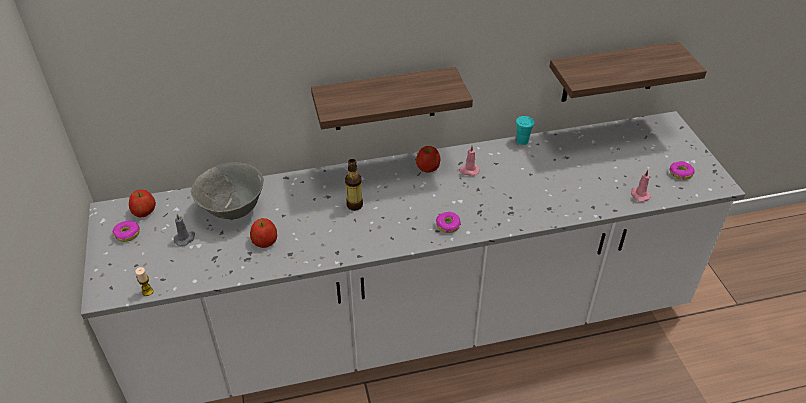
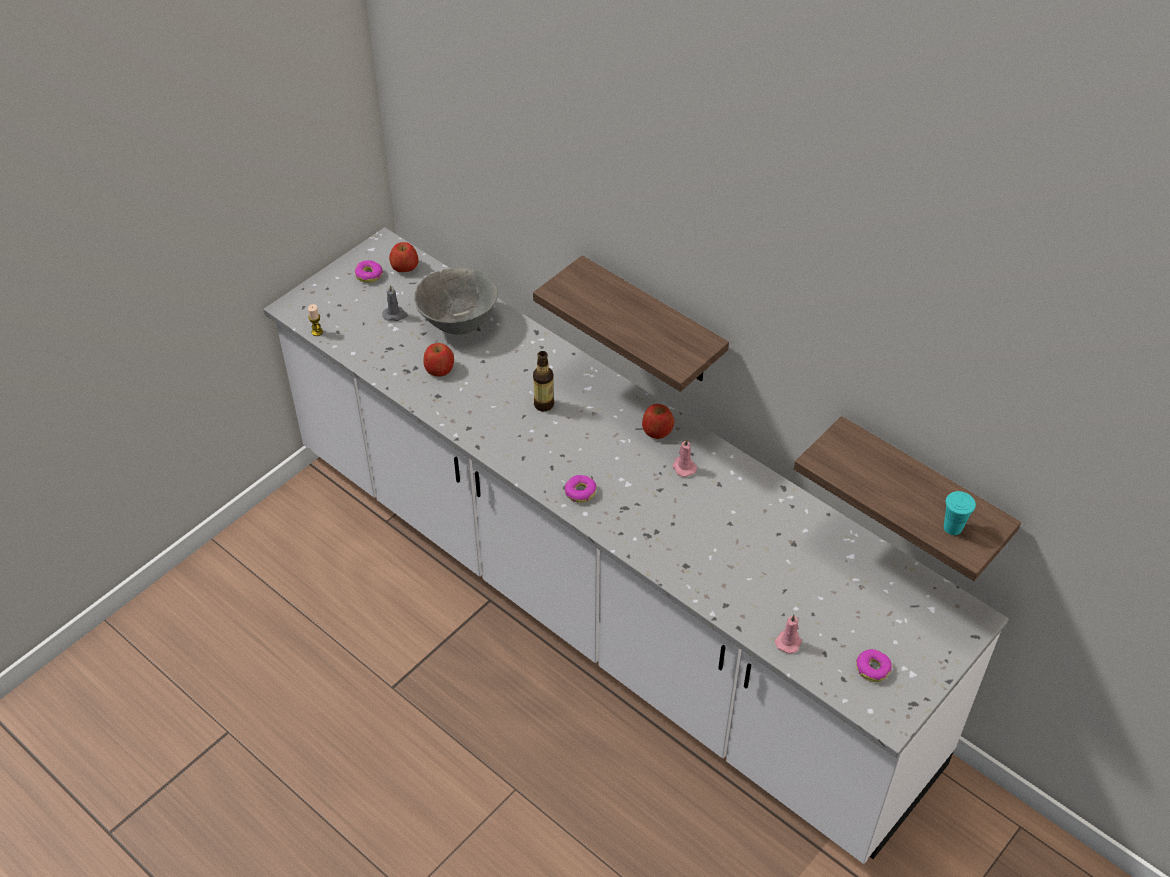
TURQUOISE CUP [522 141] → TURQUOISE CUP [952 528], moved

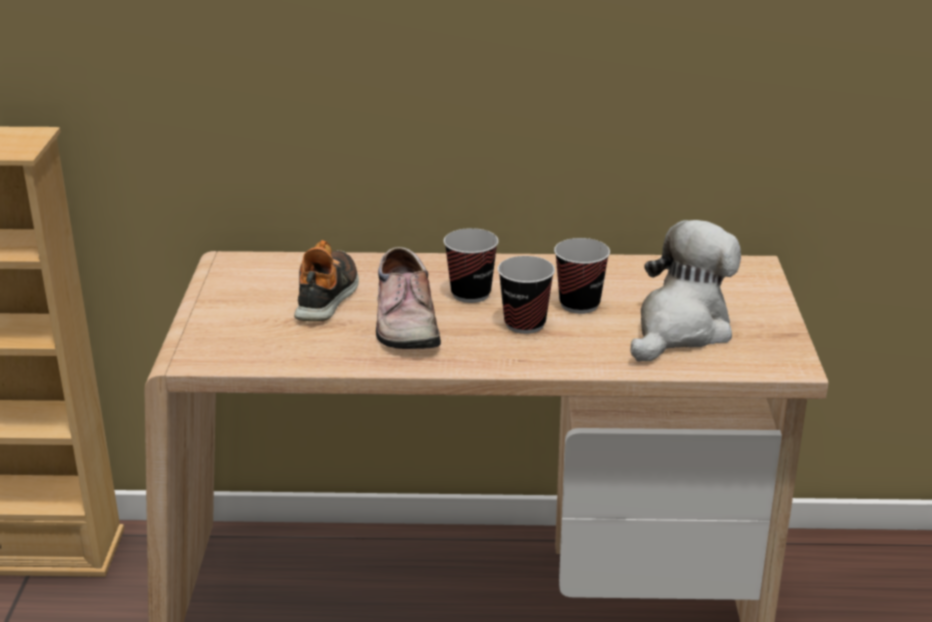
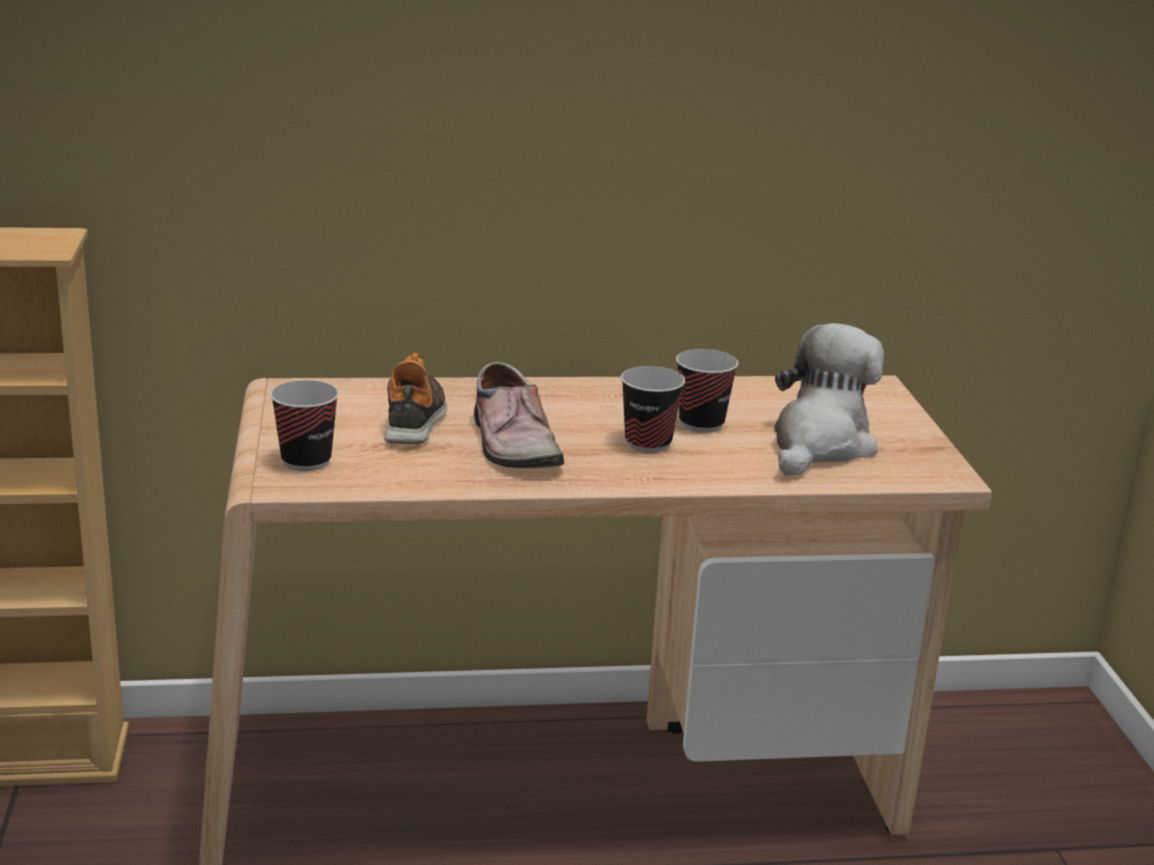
CUP [471 294] → CUP [306 461], moved

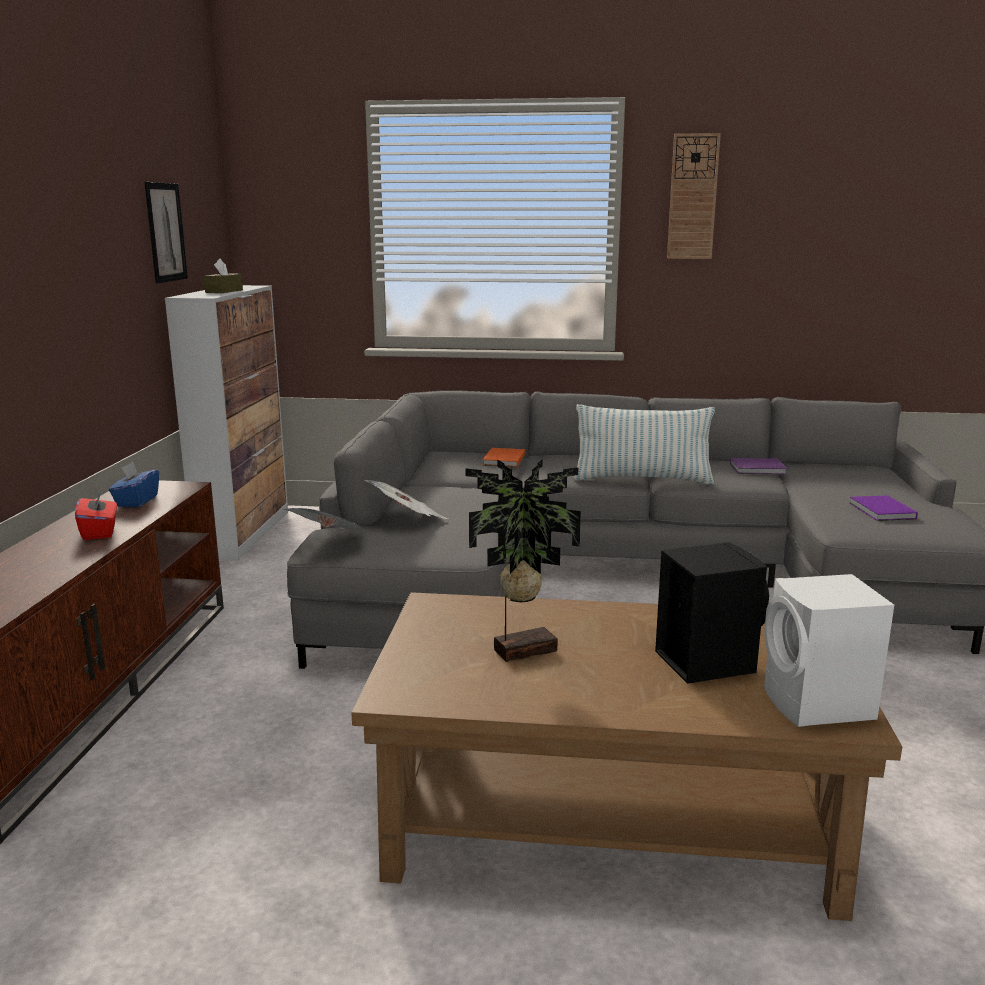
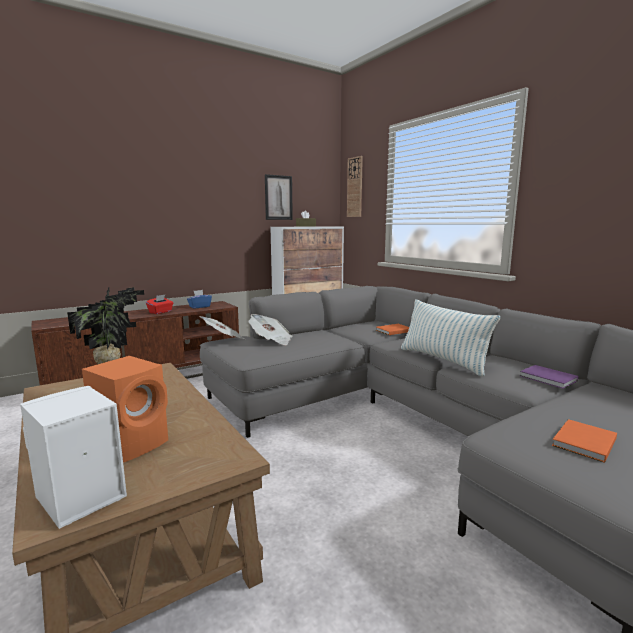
BLACK SPEAKER [704 661] → ORANGE SPEAKER [133 442]
WALL CLOCK [692 197] → WALL CLOCK [355 187], moved
PURPLE BOOK [882 511] → ORANGE BOOK [582 443]

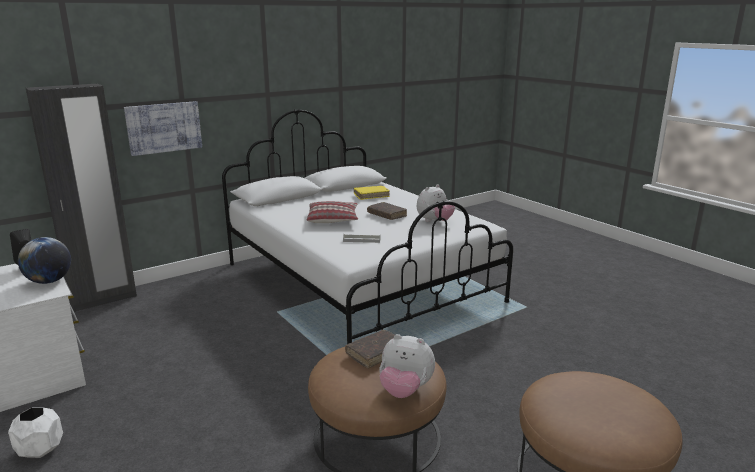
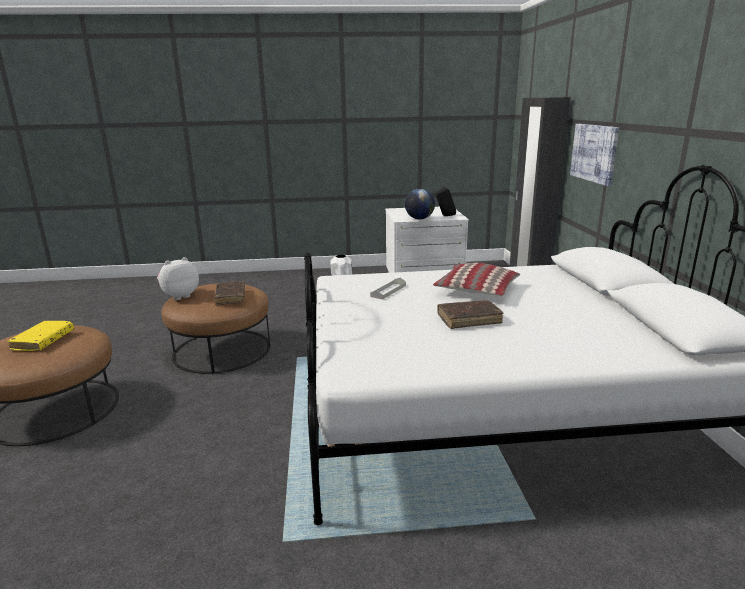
YELLOW BOOK [371 196] → YELLOW BOOK [43 341], moved
PLUSH TOY [434 221] → -

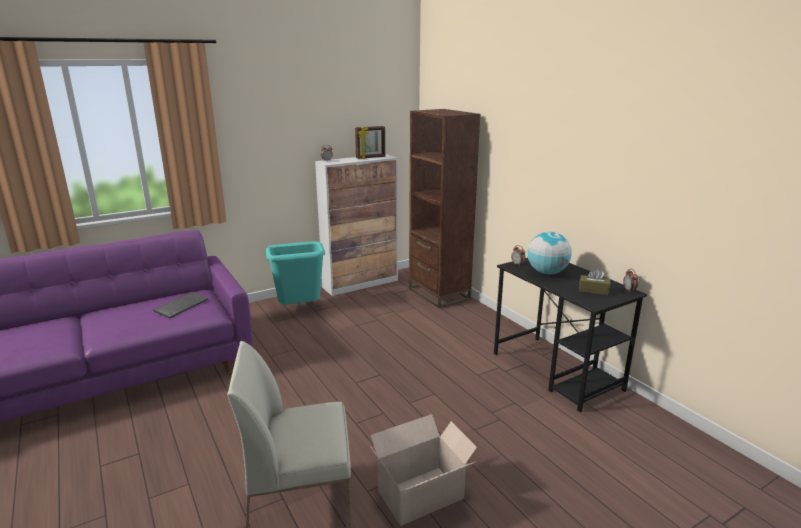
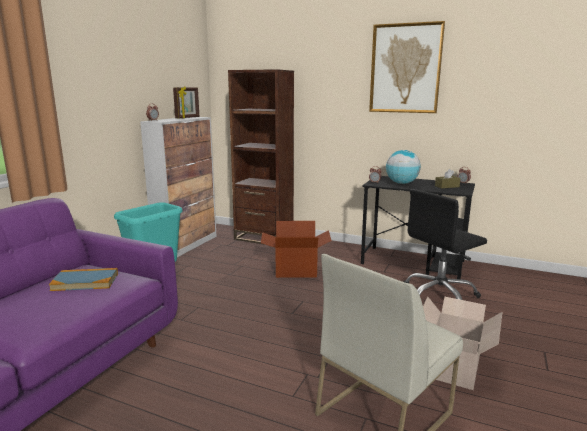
KEYBOARD [181 305] → BOOK [85 282]
- → CARDBOARD BOX [295 271]
- → PICTURE [405 69]
- → BLACK OFFICE CHAIR [439 296]

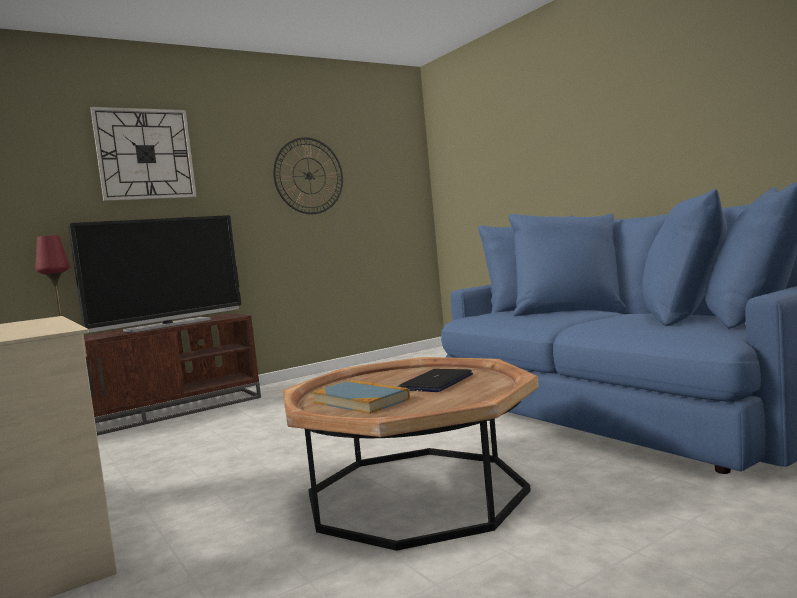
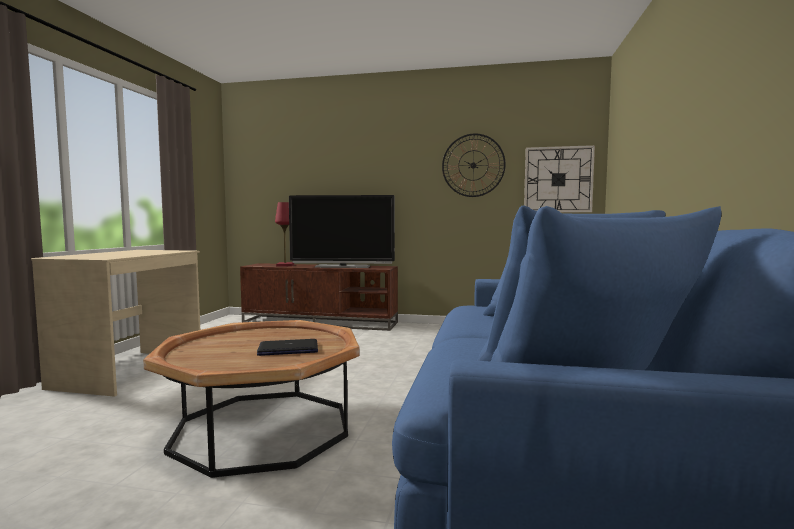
WALL CLOCK [145 154] → WALL CLOCK [558 179], moved
BOOK [361 401] → -

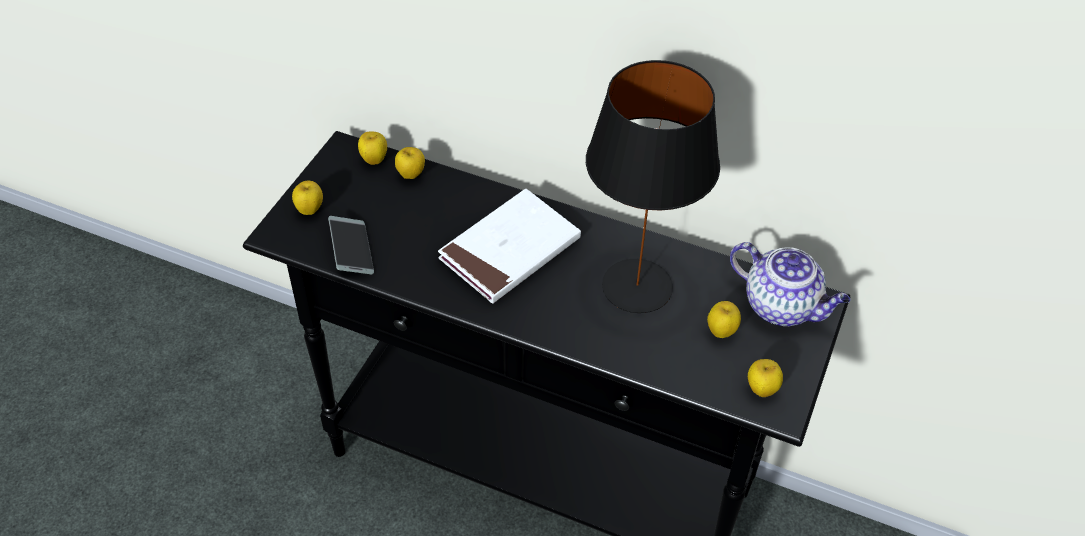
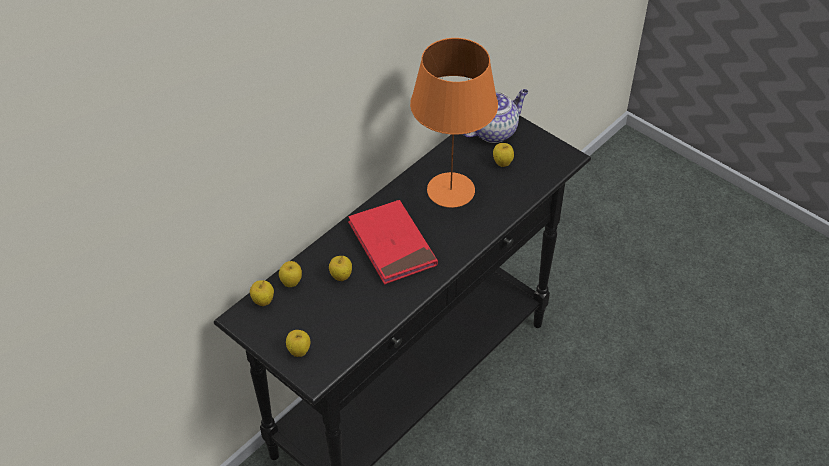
APPLE [761 389] → APPLE [341 277], moved
WHITE BOOK [510 250] → RED BOOK [392 245]
BLACK TABLE LAMP [638 286] → ORANGE TABLE LAMP [451 189]
PHONE [351 250] → -

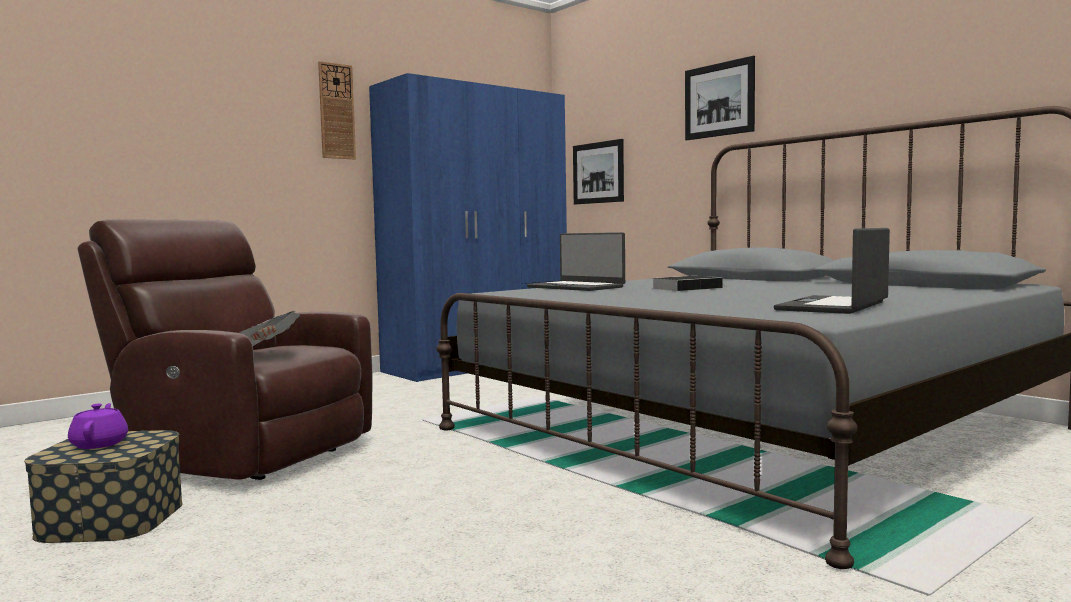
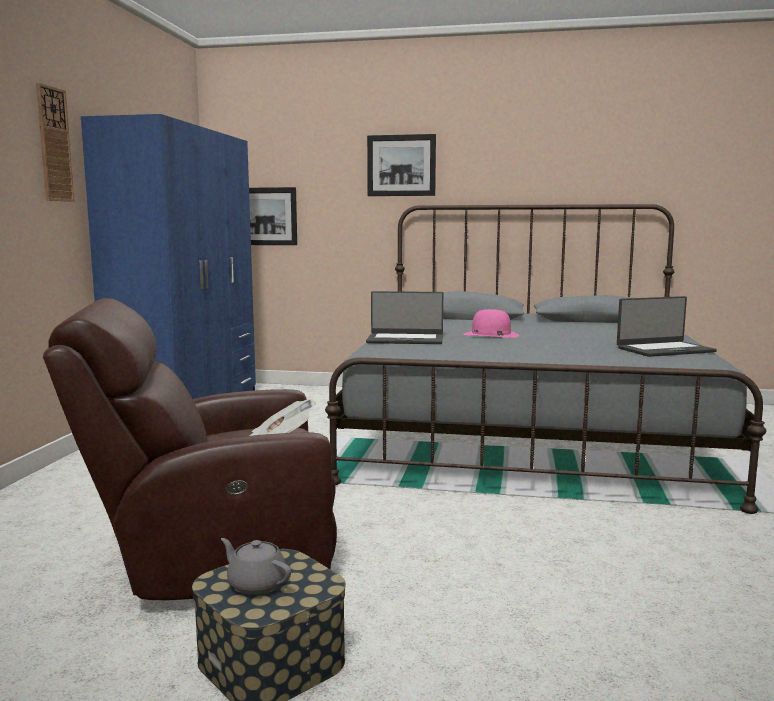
PURPLE TEAPOT [100 444] → GREY TEAPOT [256 584]
BOOK [687 288] → PINK HAT [490 334]
LAPTOP [834 306] → LAPTOP [664 350], 105 degrees counterclockwise

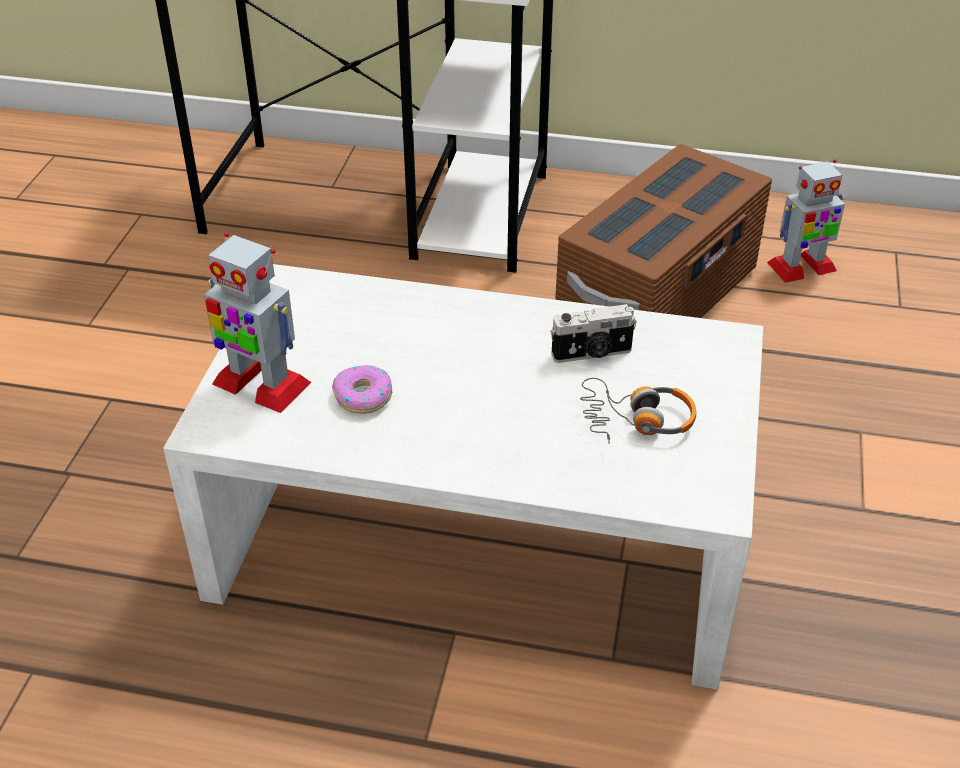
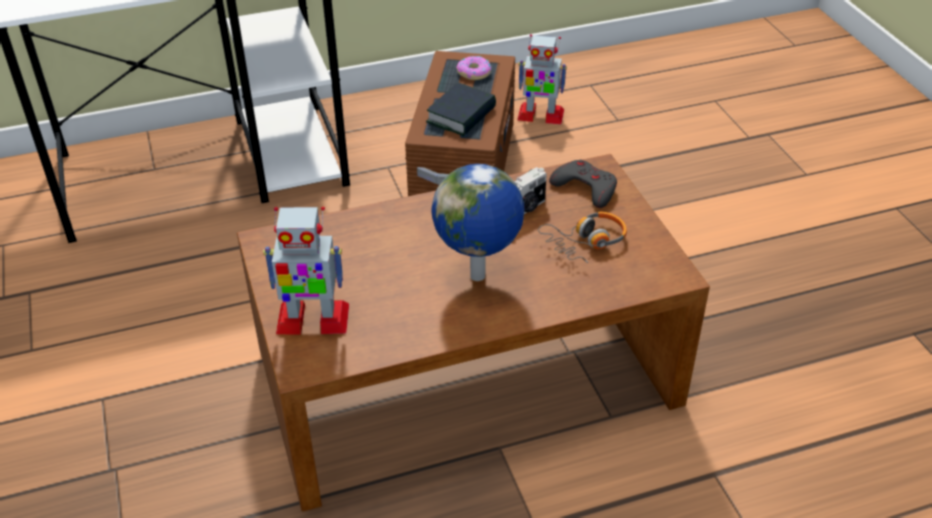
WHITE COFFEE TABLE [480 534] → BROWN COFFEE TABLE [466 375]
- → BOOK [461 115]
- → GLOBE [479 277]
DONUT [363 396] → DONUT [474 73], moved
TOY ROBOT [801 267] → TOY ROBOT [540 115], 60 degrees clockwise
- → GREY GAME CONTROLLER [585 188]

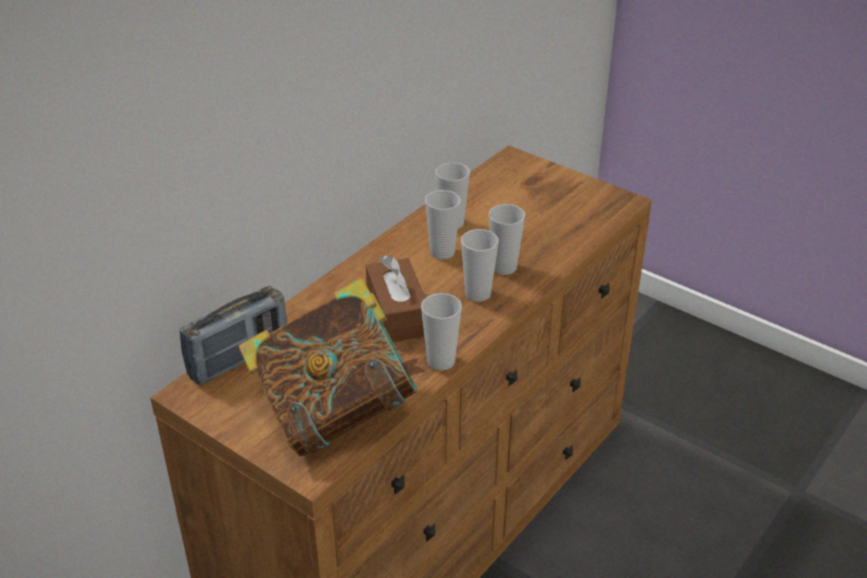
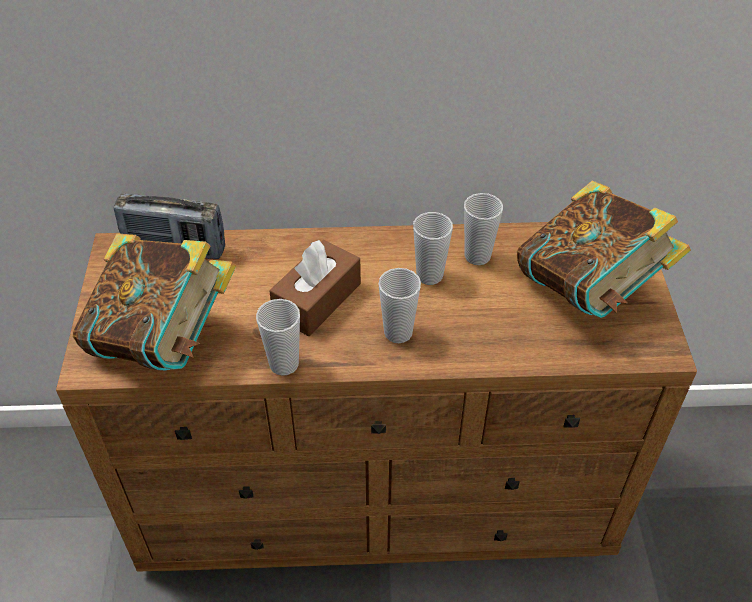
- → BOOK [589 290]
CUP [504 267] → -

